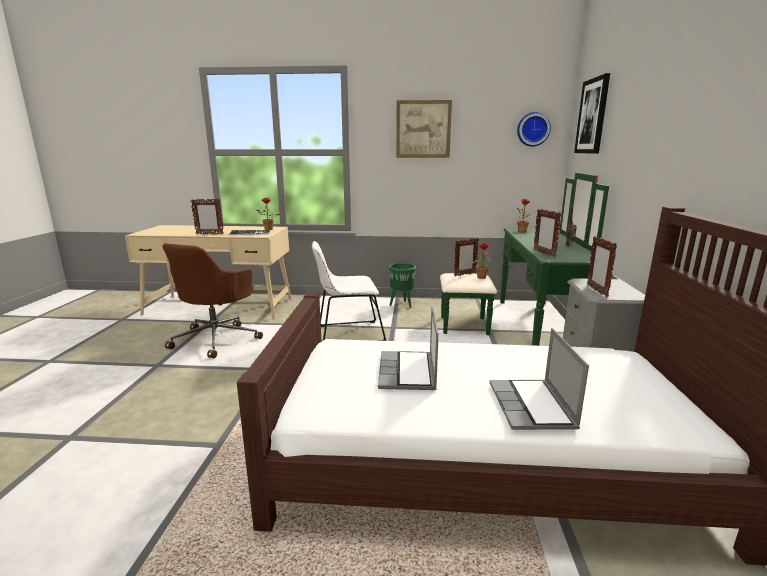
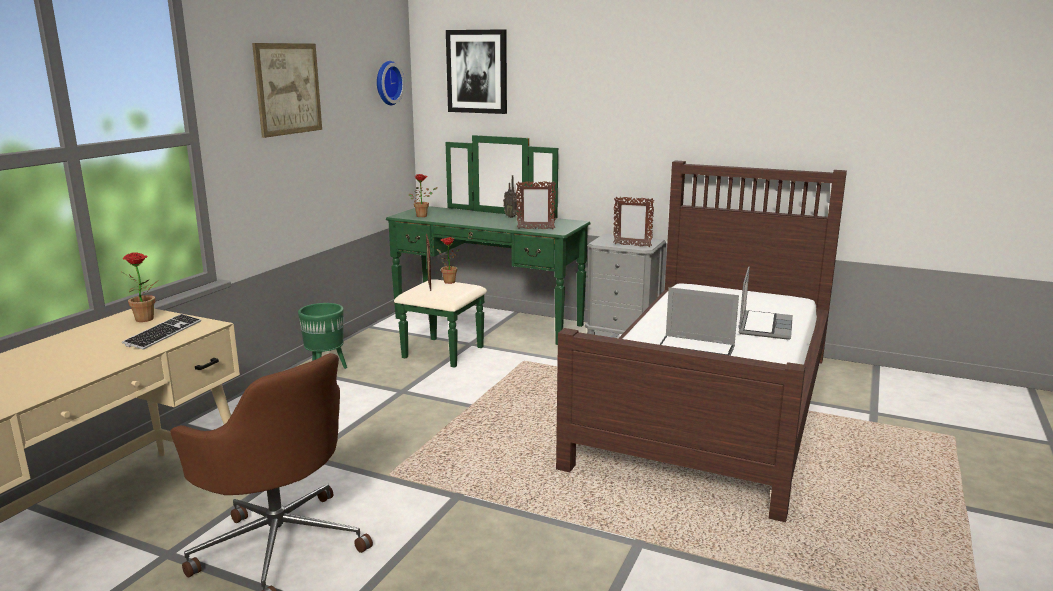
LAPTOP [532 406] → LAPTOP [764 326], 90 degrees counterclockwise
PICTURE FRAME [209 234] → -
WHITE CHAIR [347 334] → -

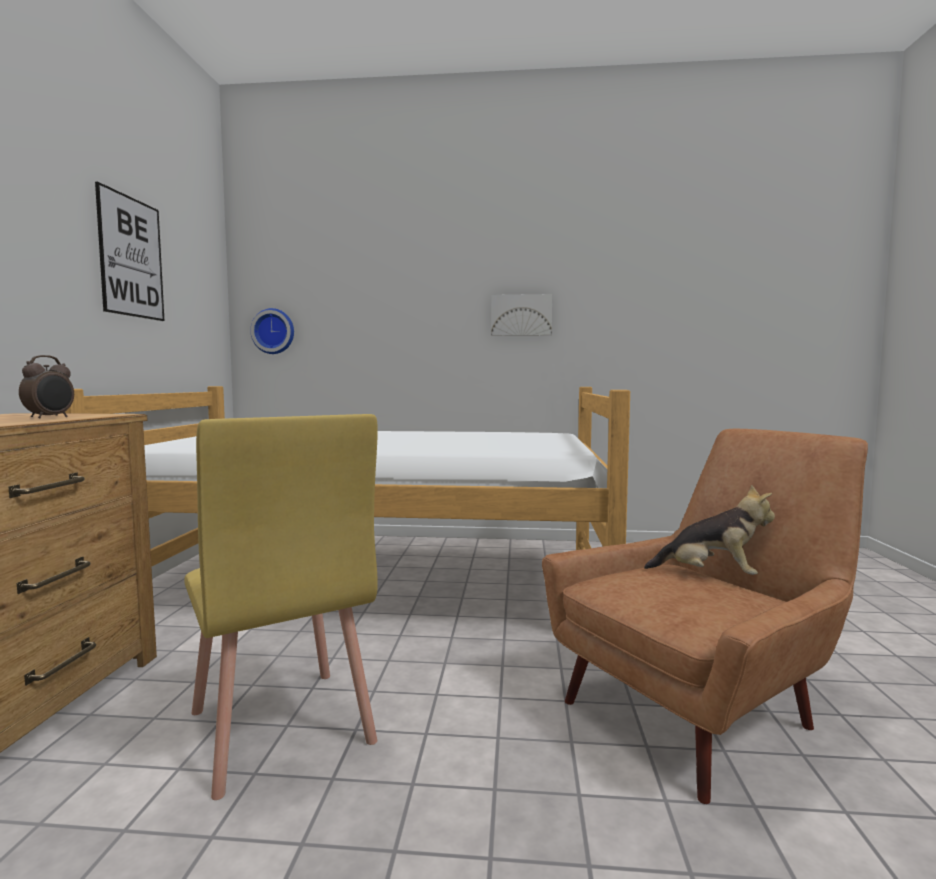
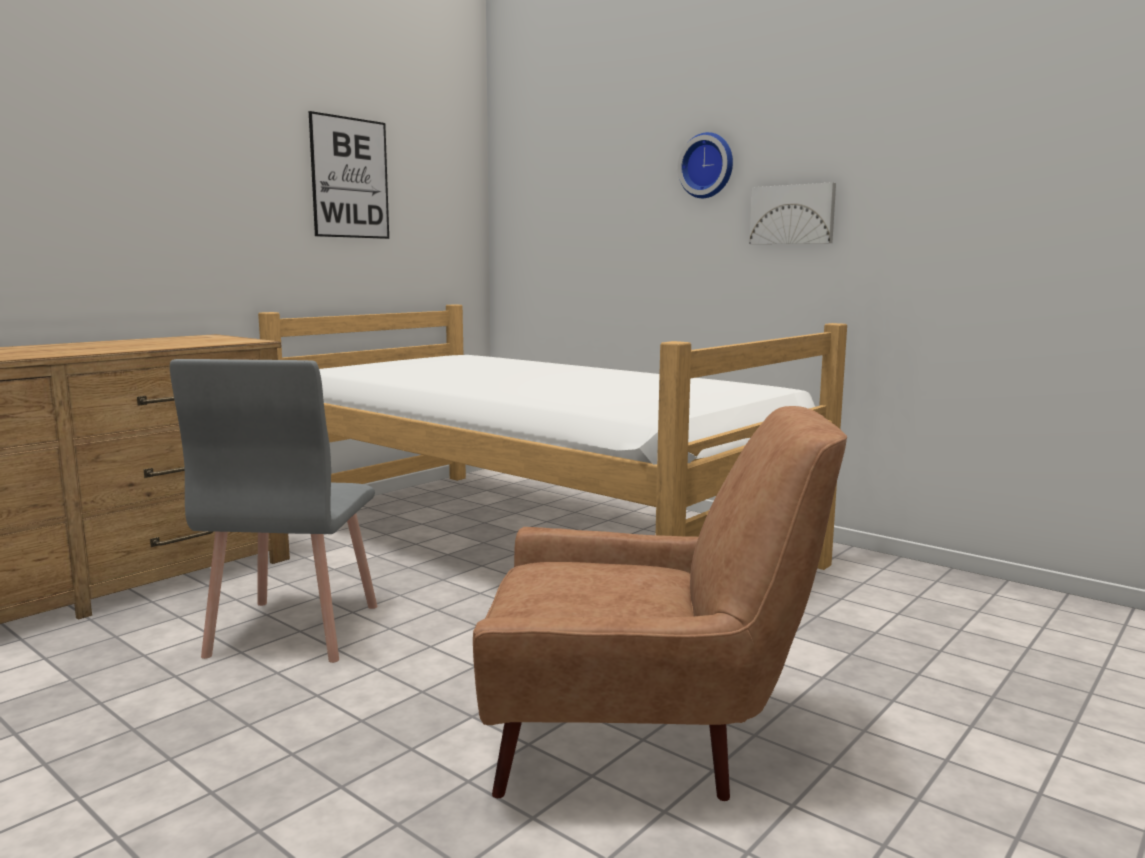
YELLOW CHAIR [279 728] → GREY CHAIR [293 631]
WALL CLOCK [274 331] → WALL CLOCK [707 166], moved
ALARM CLOCK [50 417] → -
PLUSH TOY [711 576] → -

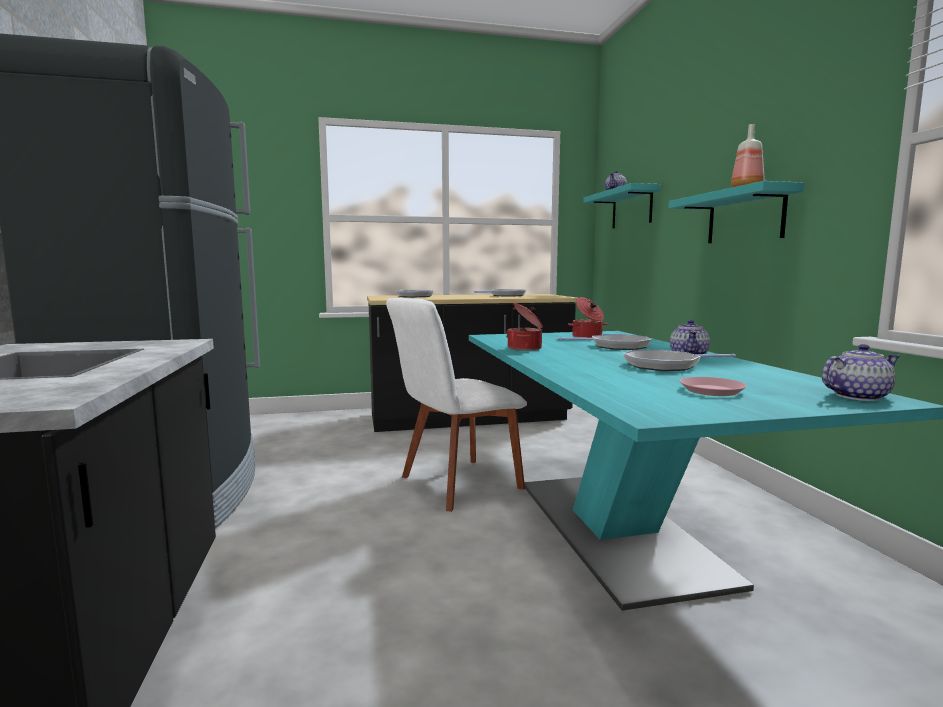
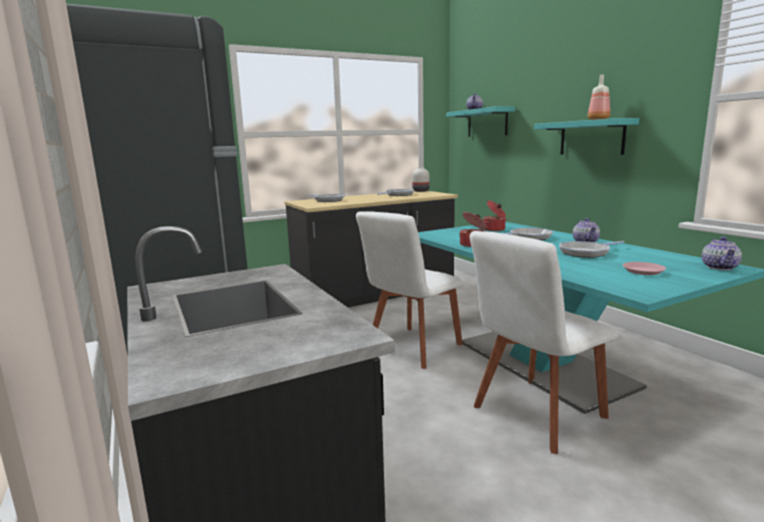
- → WHITE VASE [421 191]
- → WHITE CHAIR [535 414]
TEAPOT [856 396] → TEAPOT [719 267], 135 degrees clockwise

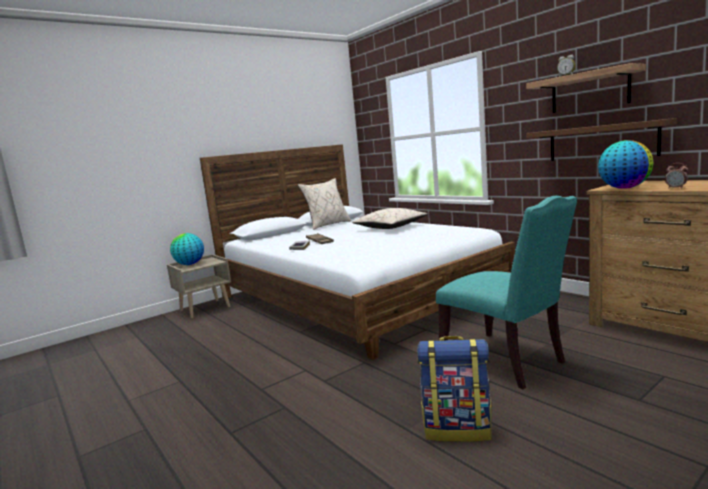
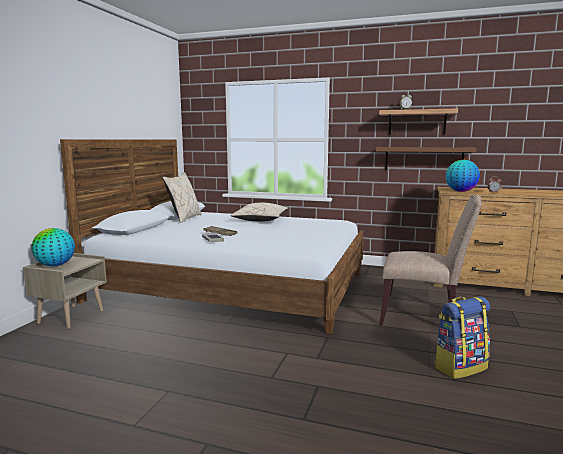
TURQUOISE CHAIR [506 362] → BEIGE CHAIR [423 318]

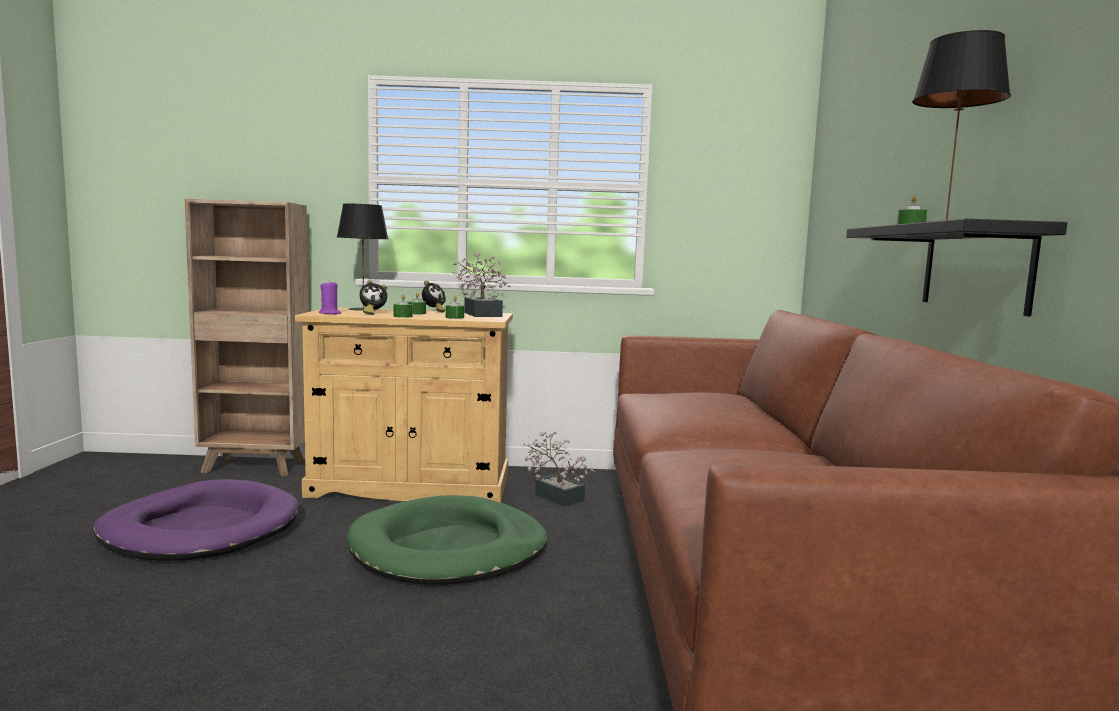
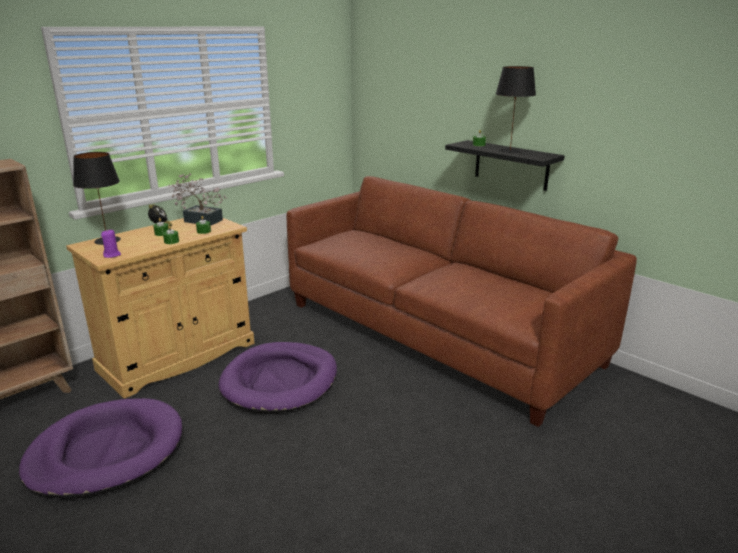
GREEN DOG BED [449 548] → PURPLE DOG BED [280 381]
ALARM CLOCK [372 313] → -
POTTED PLANT [556 495] → -

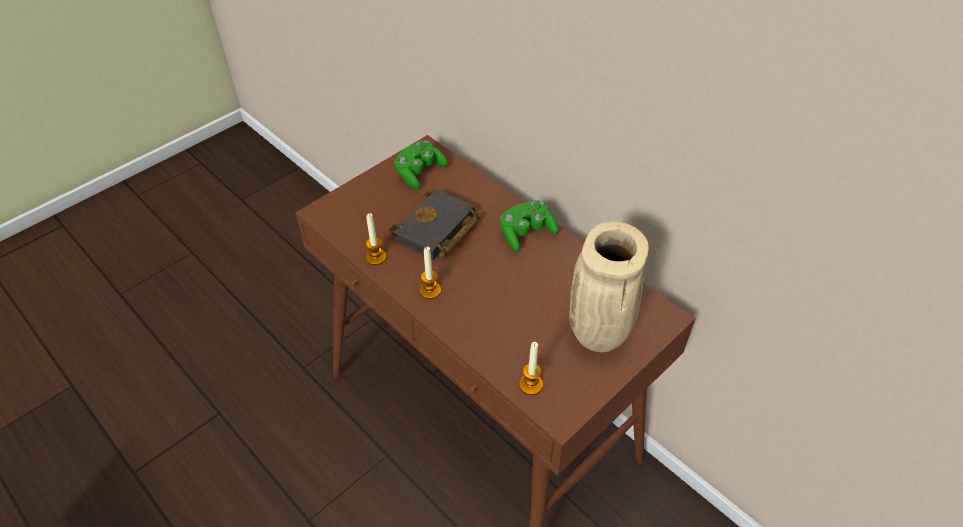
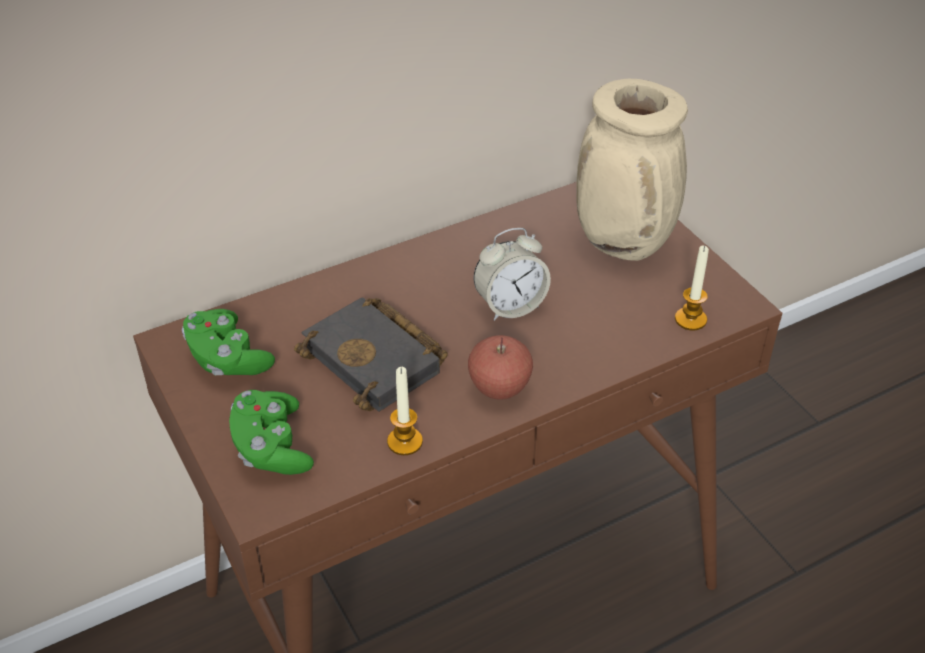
GREEN GAME CONTROLLER [526 233] → GREEN GAME CONTROLLER [271 447], moved
CANDLE [430 290] → APPLE [499 388]
- → ALARM CLOCK [510 306]

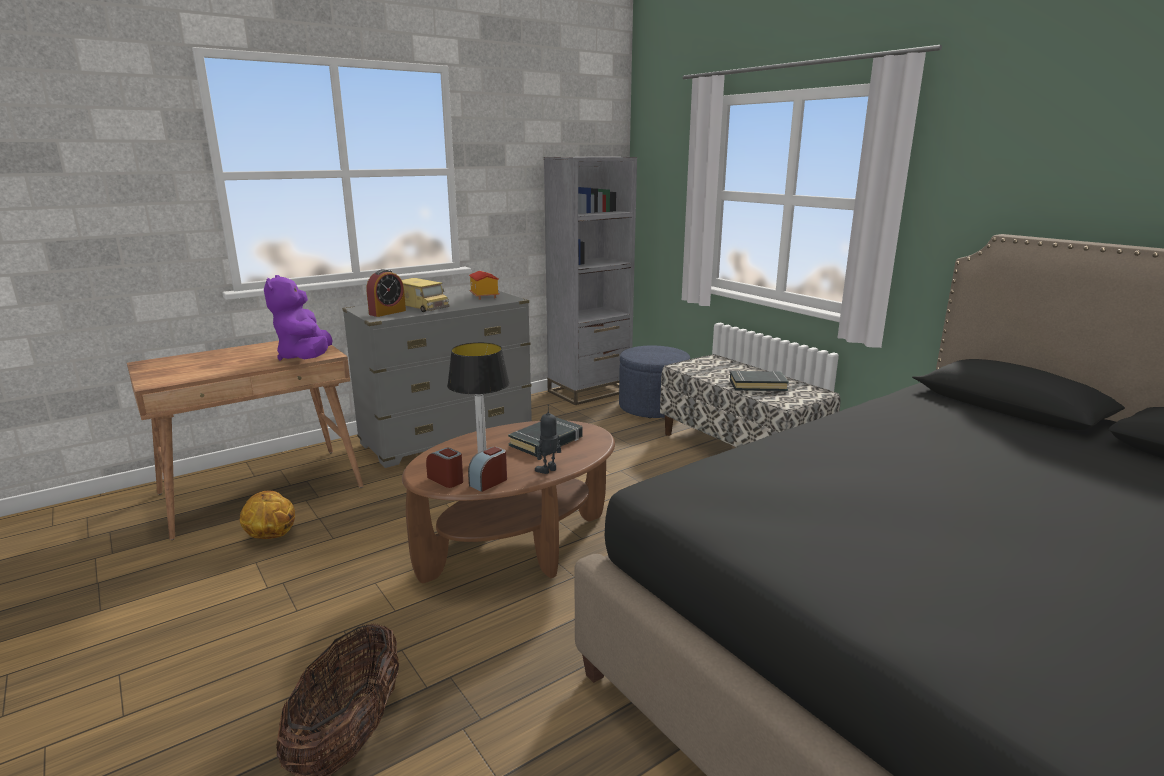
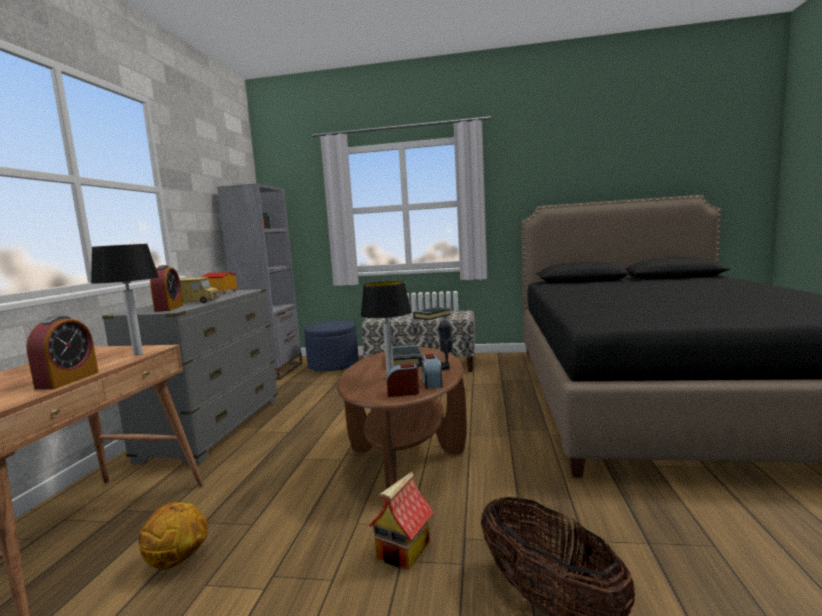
- → ALARM CLOCK [68 380]
PURPLE PLUSH TOY [306 358] → TABLE LAMP [137 354]
- → TOY HOUSE [403 550]

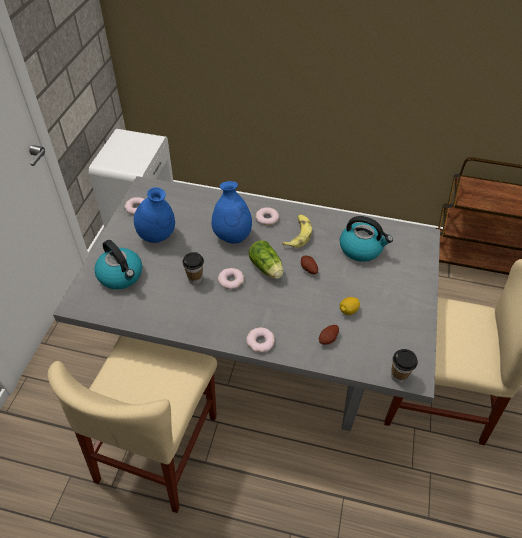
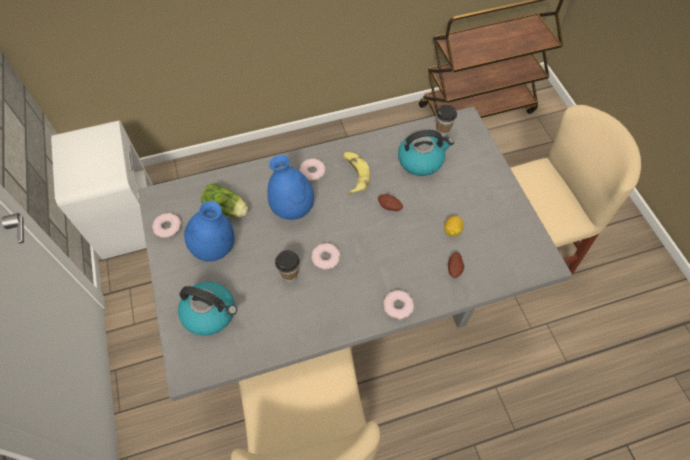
LETTUCE [267 269] → LETTUCE [228 209], moved
CUP [398 376] → CUP [442 132], moved

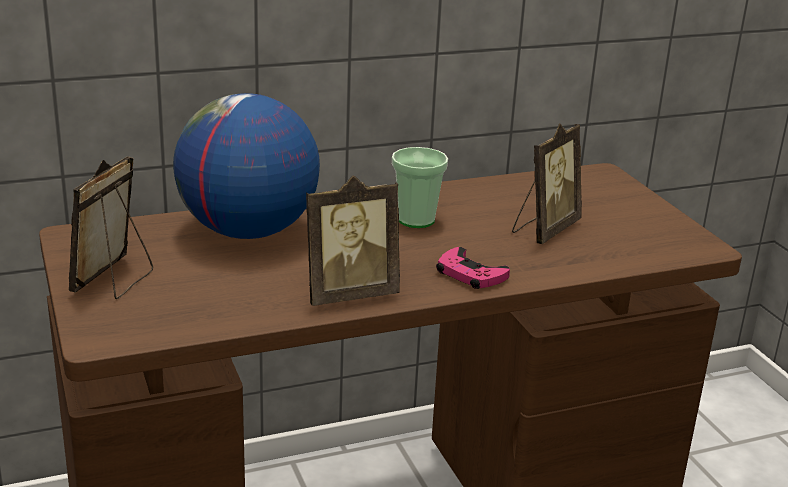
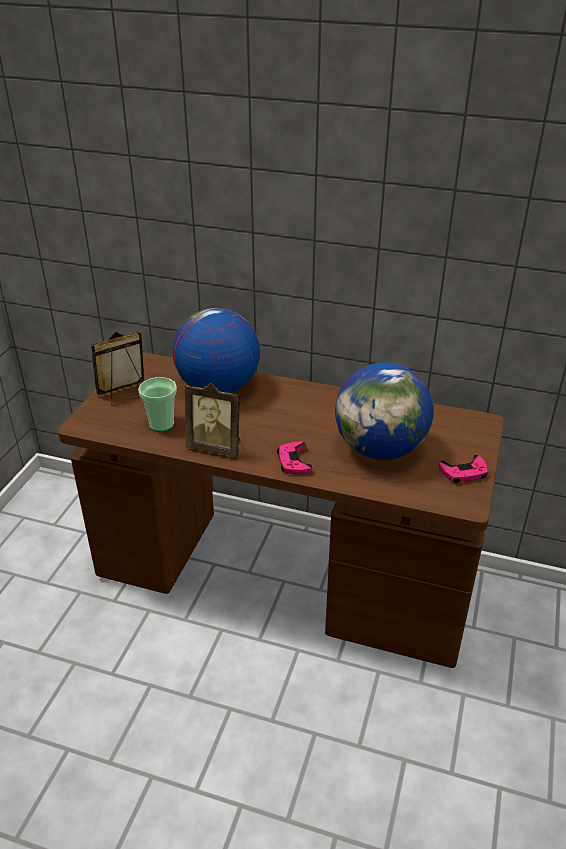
CUP [416 220] → CUP [161 424], moved
PICTURE FRAME [544 230] → GLOBE [380 449]
- → PINK GAME CONTROLLER [464 472]

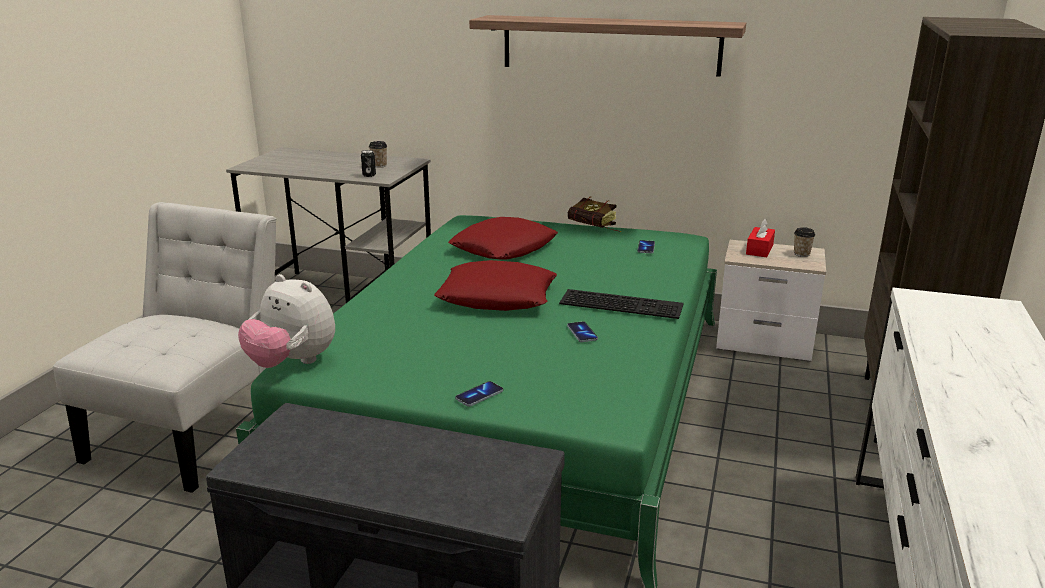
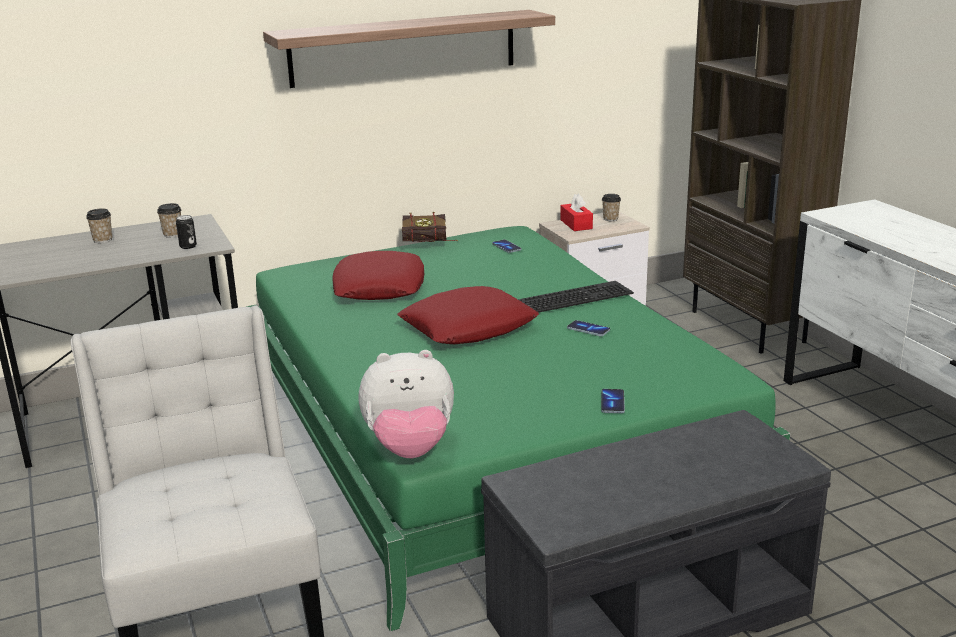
- → CUP [103 240]

